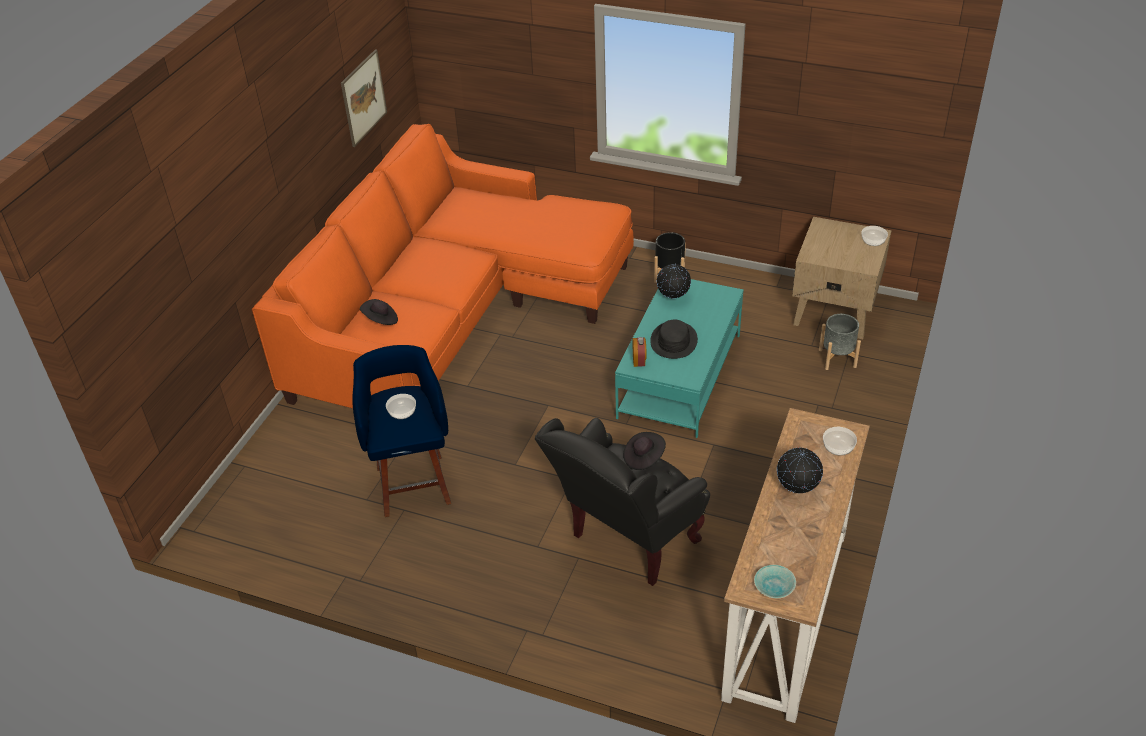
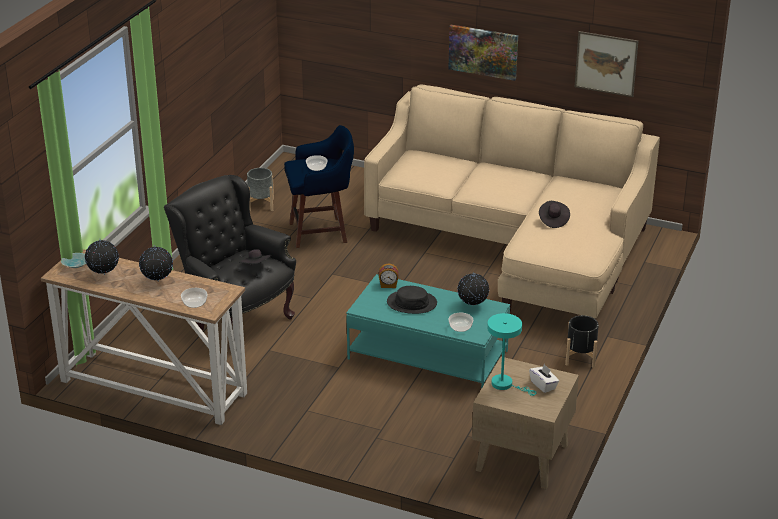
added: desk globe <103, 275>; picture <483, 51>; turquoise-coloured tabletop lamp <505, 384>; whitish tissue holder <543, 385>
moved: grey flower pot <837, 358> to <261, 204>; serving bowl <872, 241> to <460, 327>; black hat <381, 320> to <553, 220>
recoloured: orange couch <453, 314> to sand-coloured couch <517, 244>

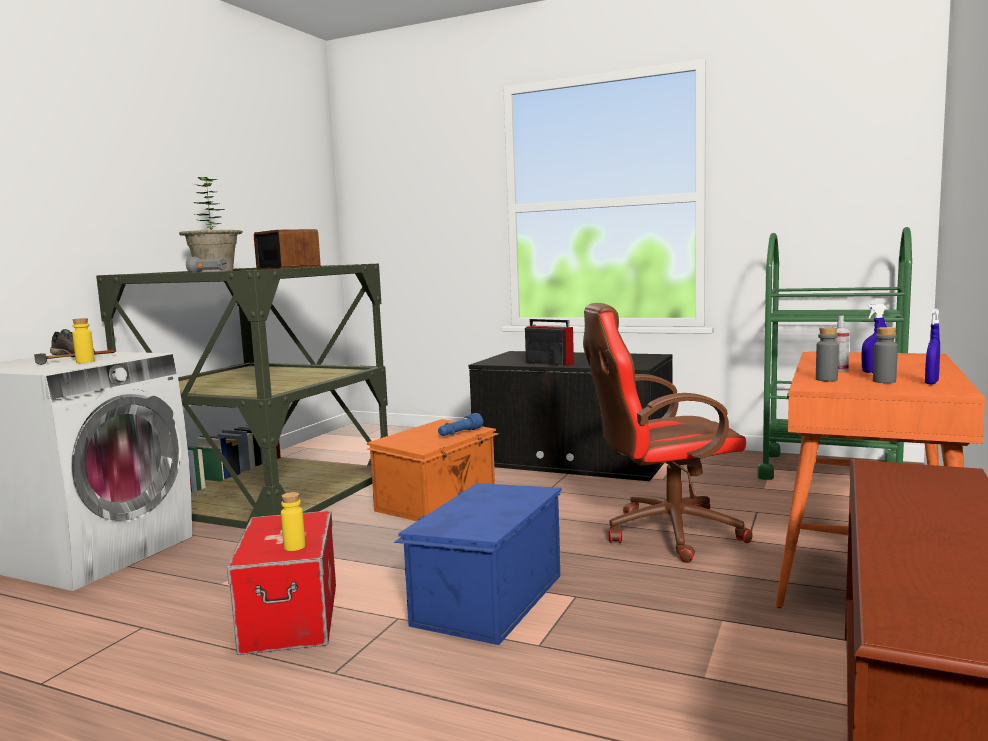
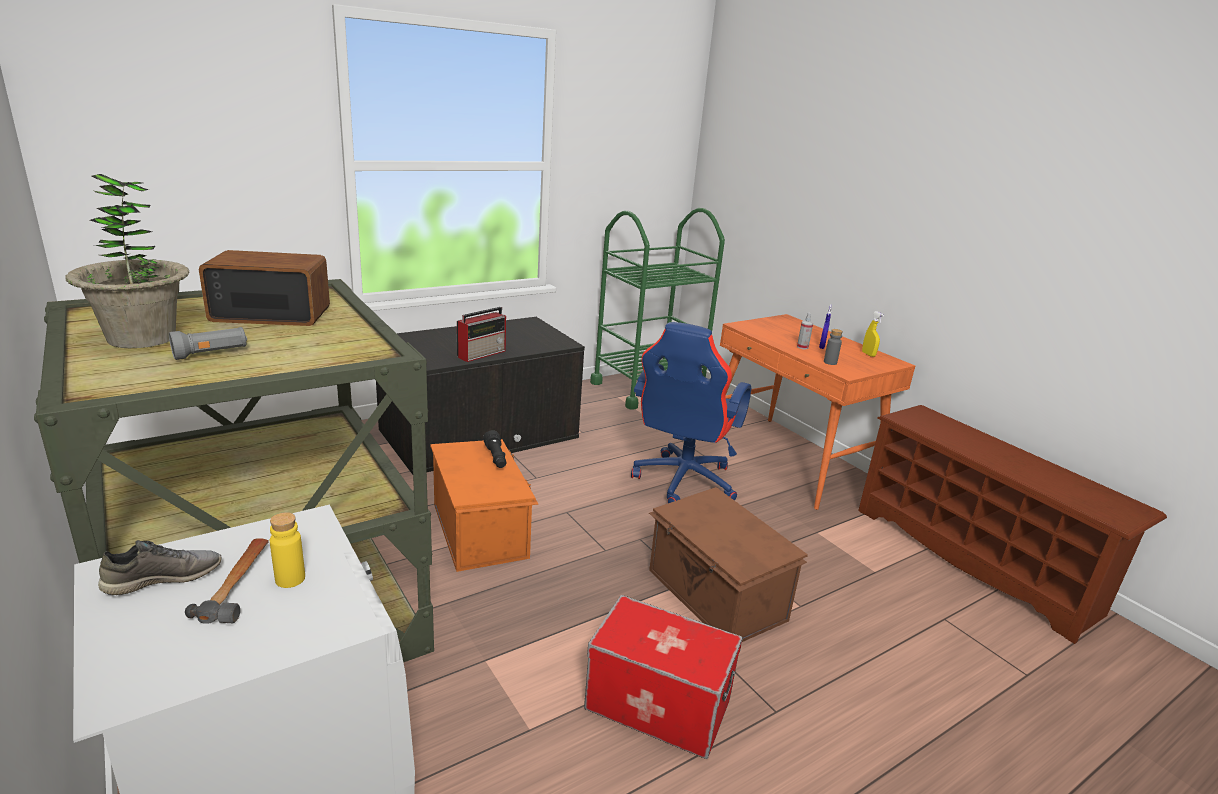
removed: yellow-coloured bottle <294, 547>; grey bottle <884, 381>
recoloured: blue flashlight <459, 433> to black flashlight <496, 457>; brownish office chair <662, 535> to blue office chair <681, 485>; blue storage box <486, 599> to brownish storage box <715, 596>; blue hand sprayer <931, 383> to yellow-coloured hand sprayer <868, 354>
turned: radio set <548, 363> = <482, 354> 150 degrees clockwise

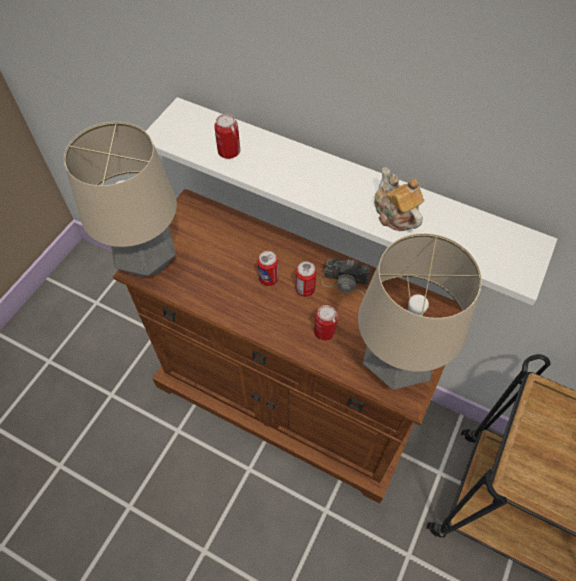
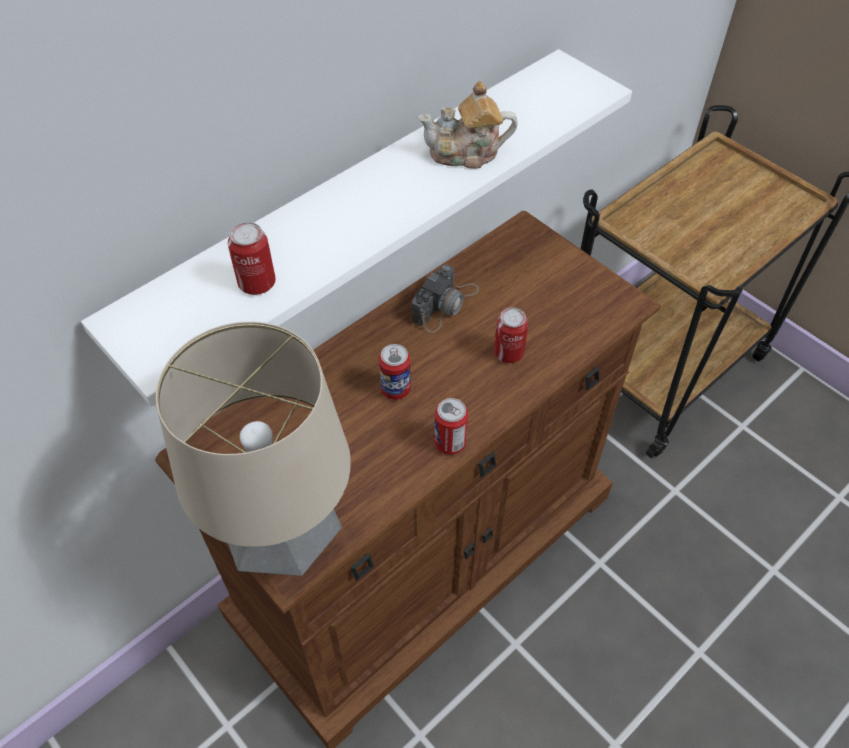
removed: tabletop lamp <395, 367>
moved: metal can <305, 289> to <450, 443>

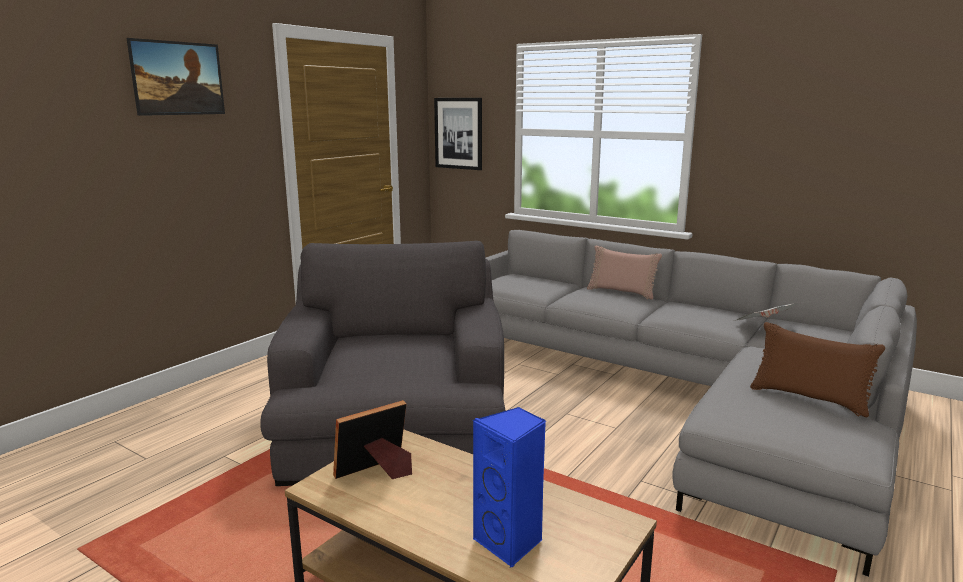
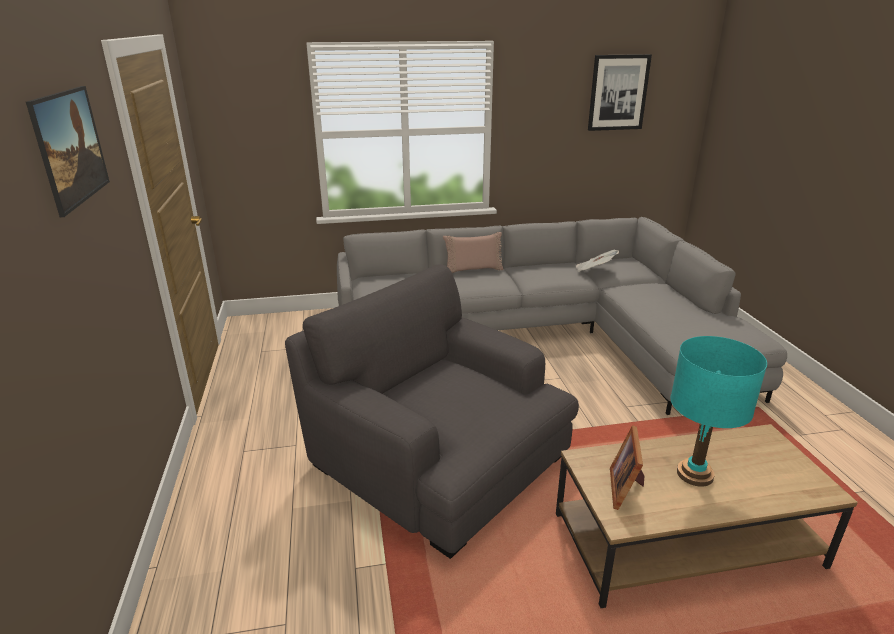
removed: blue speaker <510, 543>; brownish throw pillow <809, 399>
added: turquoise-coloured tabletop lamp <695, 474>
moved: picture <459, 133> to <618, 92>

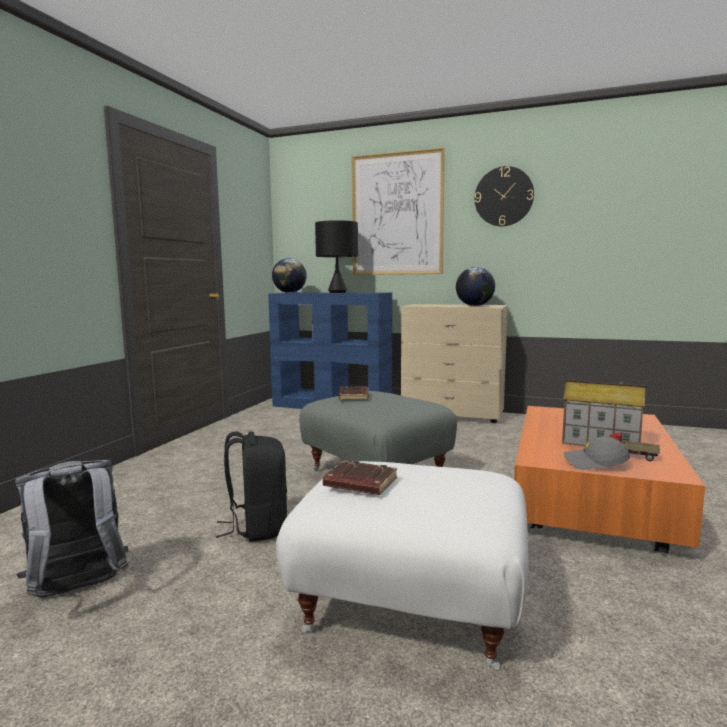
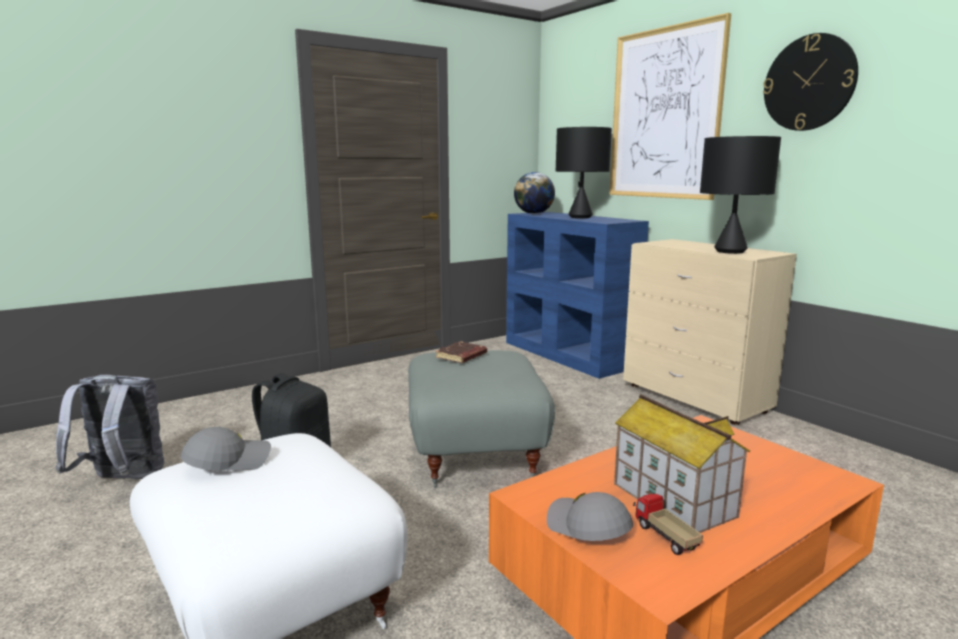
replaced: brownish book <359, 483> to grey cap <228, 461>; desk globe <474, 305> to black tabletop lamp <730, 252>

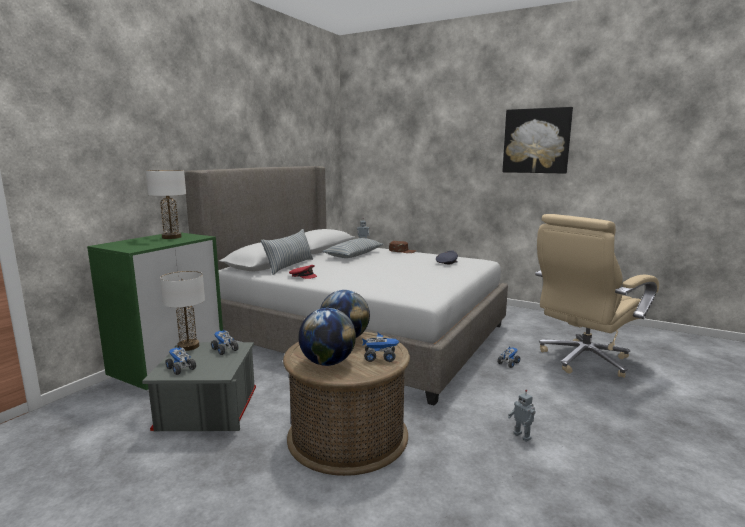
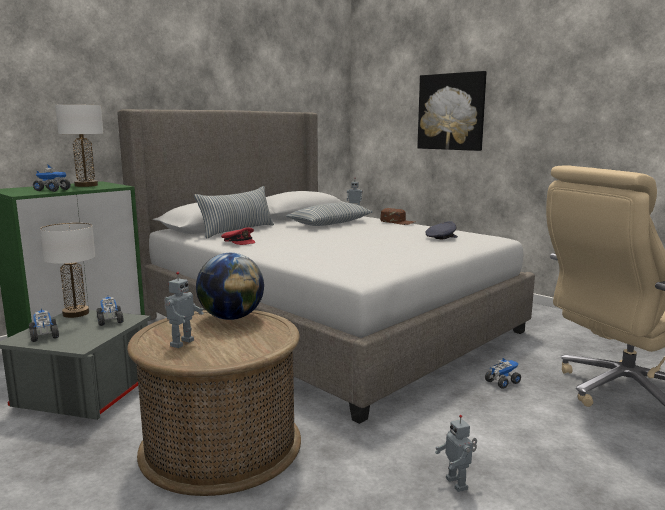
moved: toy lorry <380, 357> to <53, 190>; picture <536, 141> to <451, 112>
replaced: desk globe <327, 362> to model robot <181, 343>

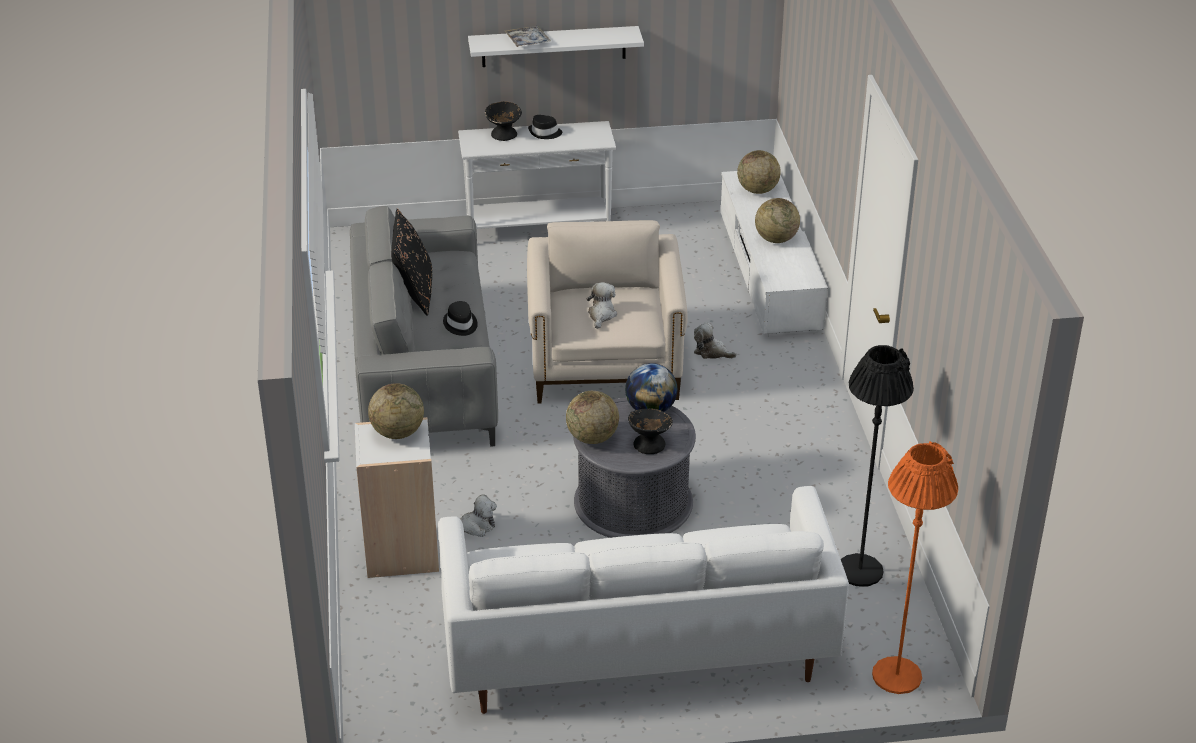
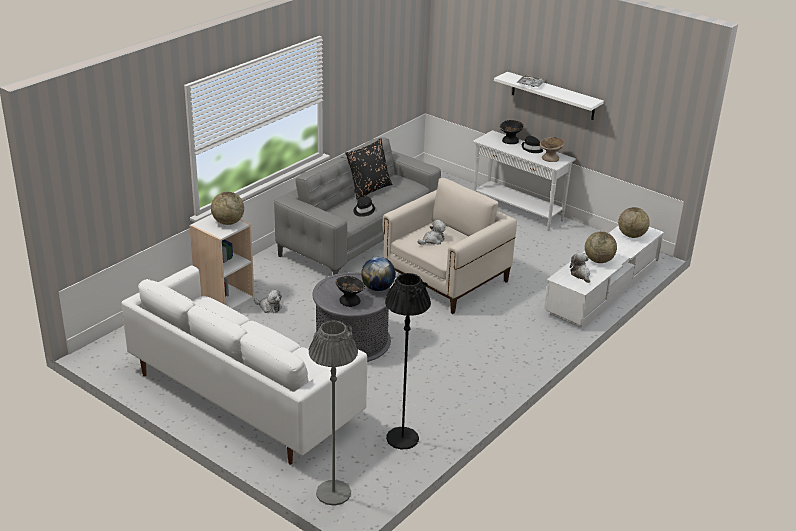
removed: desk globe <592, 438>
added: sand-coloured serving bowl <550, 158>
moved: soft toy <711, 352> to <580, 274>
recoloured: orange floor lamp <896, 676> to grey floor lamp <333, 493>

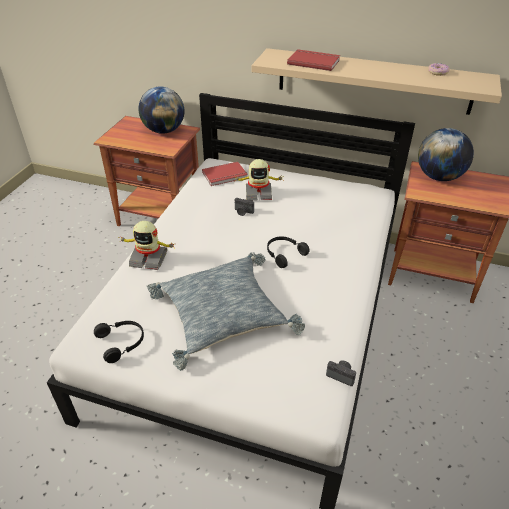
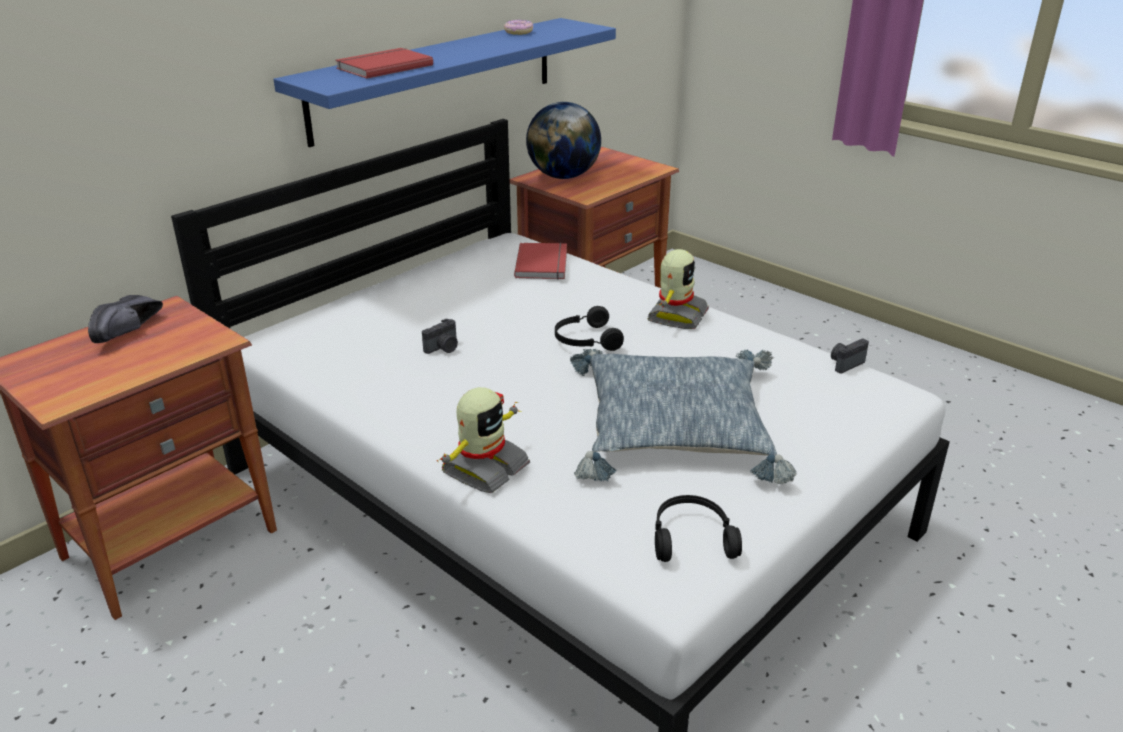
moved: red-coloured book <225, 176> to <544, 263>; model robot <258, 193> to <676, 316>
replaced: desk globe <164, 131> to black item of footwear <131, 331>
recoloured: sand-coloured bracket shelf <373, 81> to blue bracket shelf <436, 78>

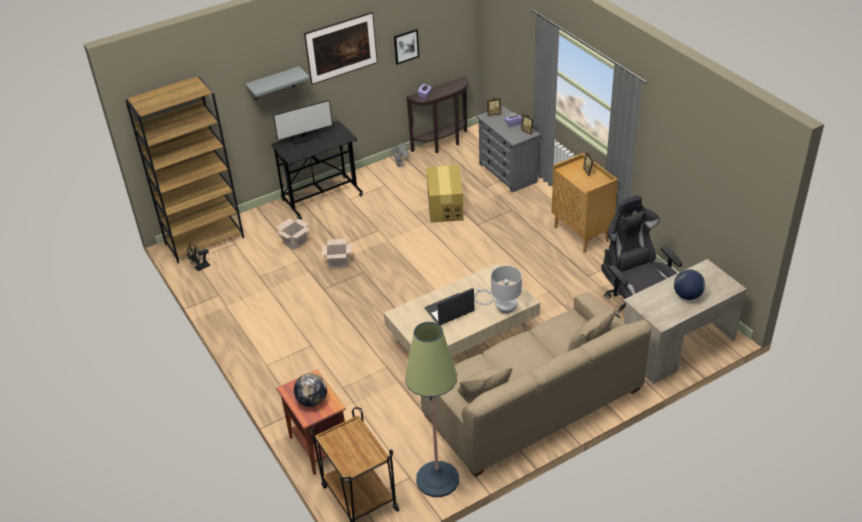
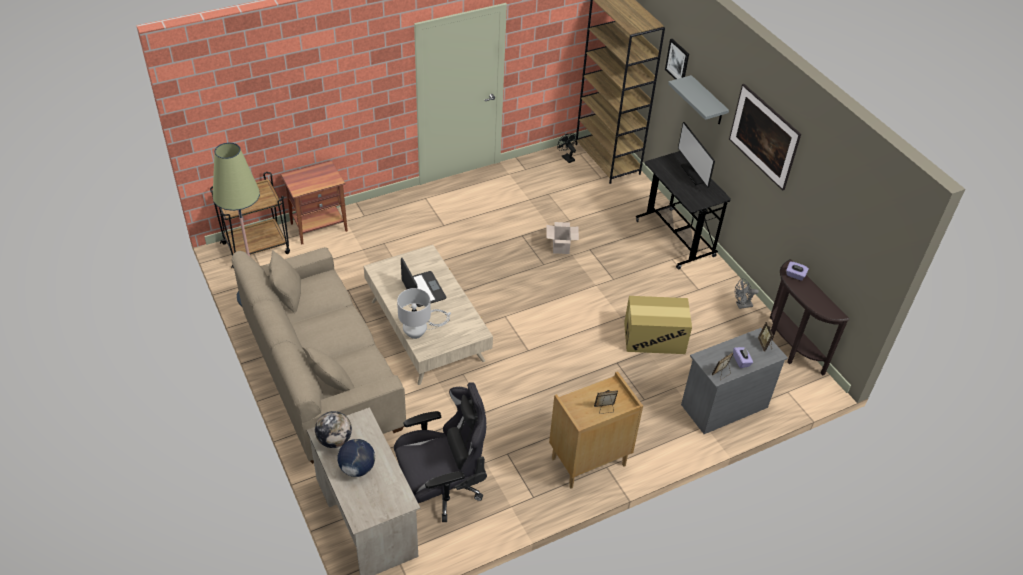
removed: carton <295, 242>
moved: desk globe <312, 401> to <334, 440>; picture <406, 46> to <677, 61>

